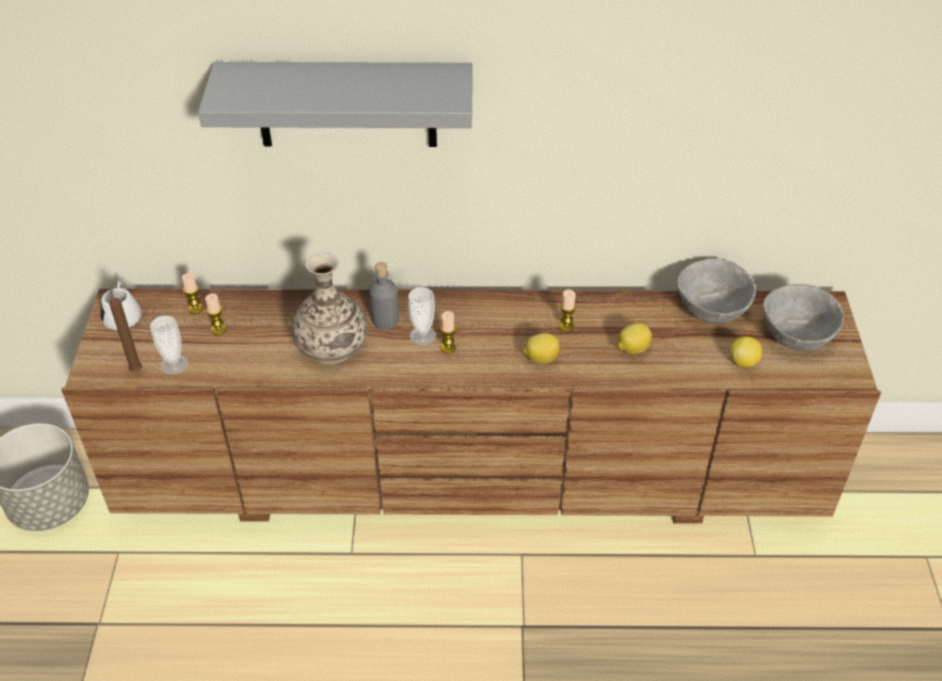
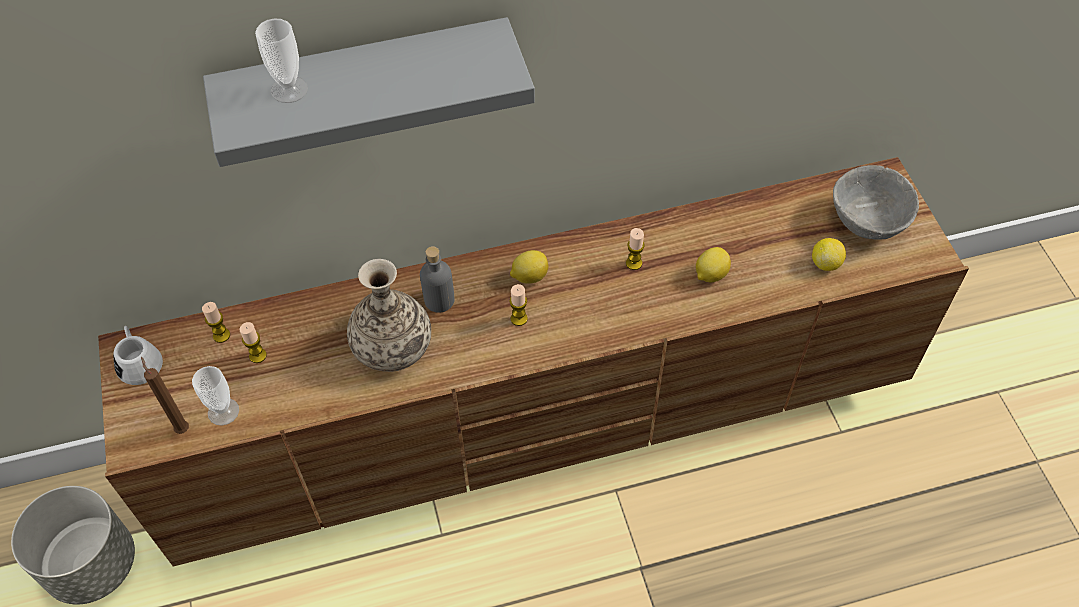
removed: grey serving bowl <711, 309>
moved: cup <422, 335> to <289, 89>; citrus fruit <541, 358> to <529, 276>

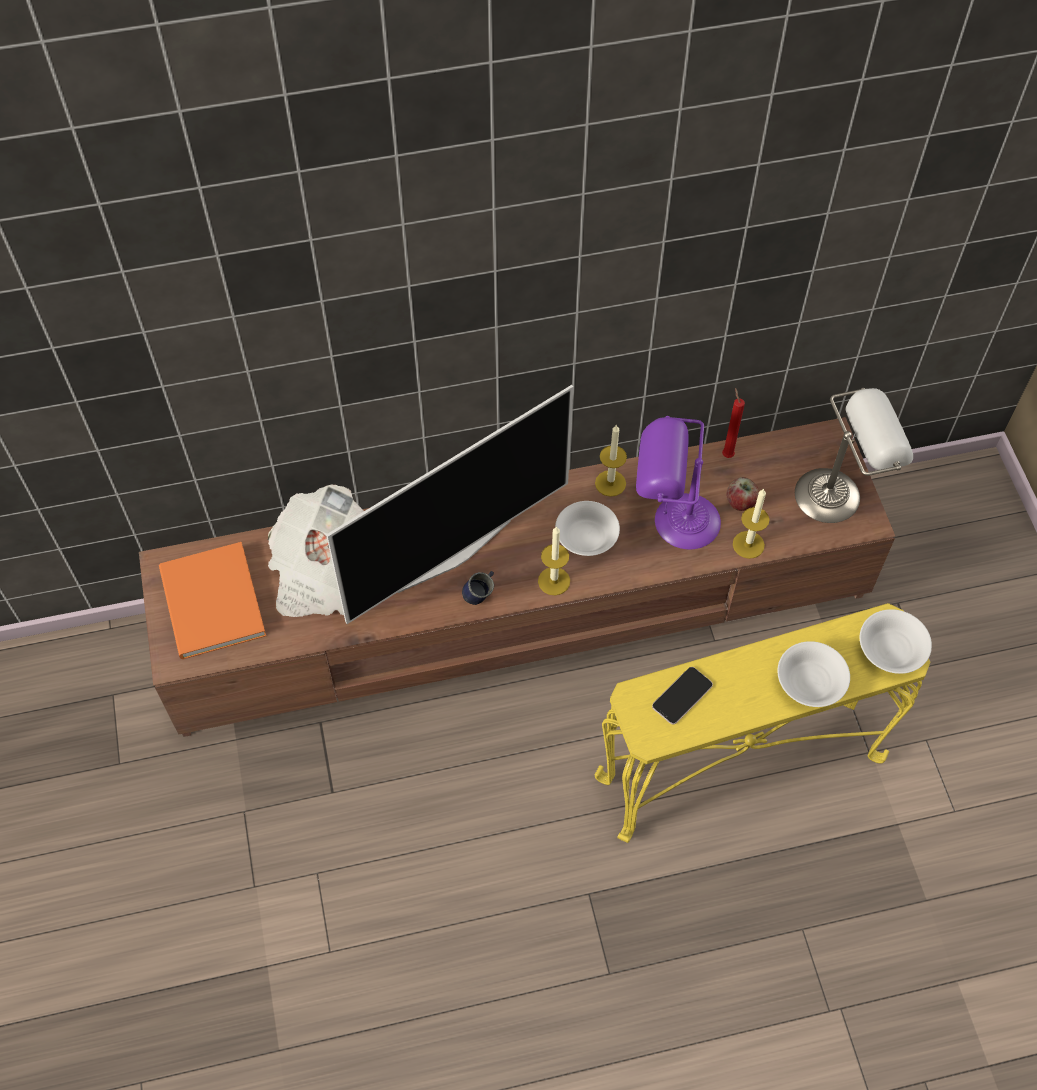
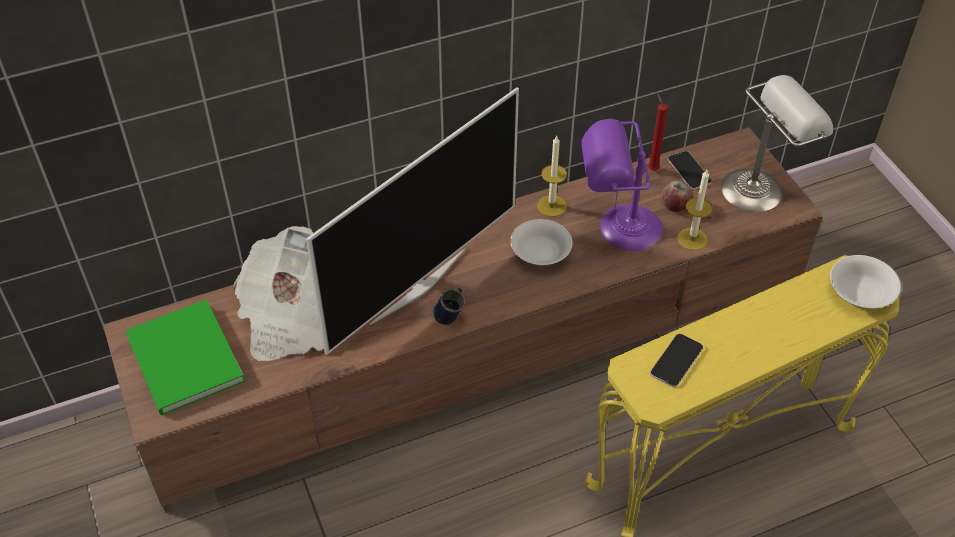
removed: candle <554, 581>; whitish serving bowl <809, 681>
added: phone <689, 171>
recoloured: orange book <210, 606> to green-coloured book <183, 362>

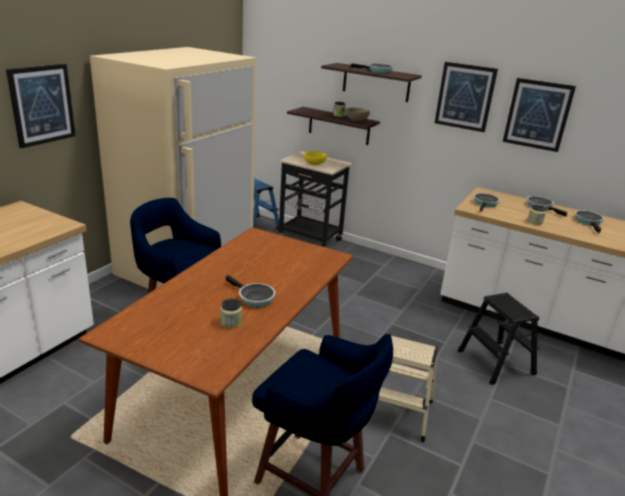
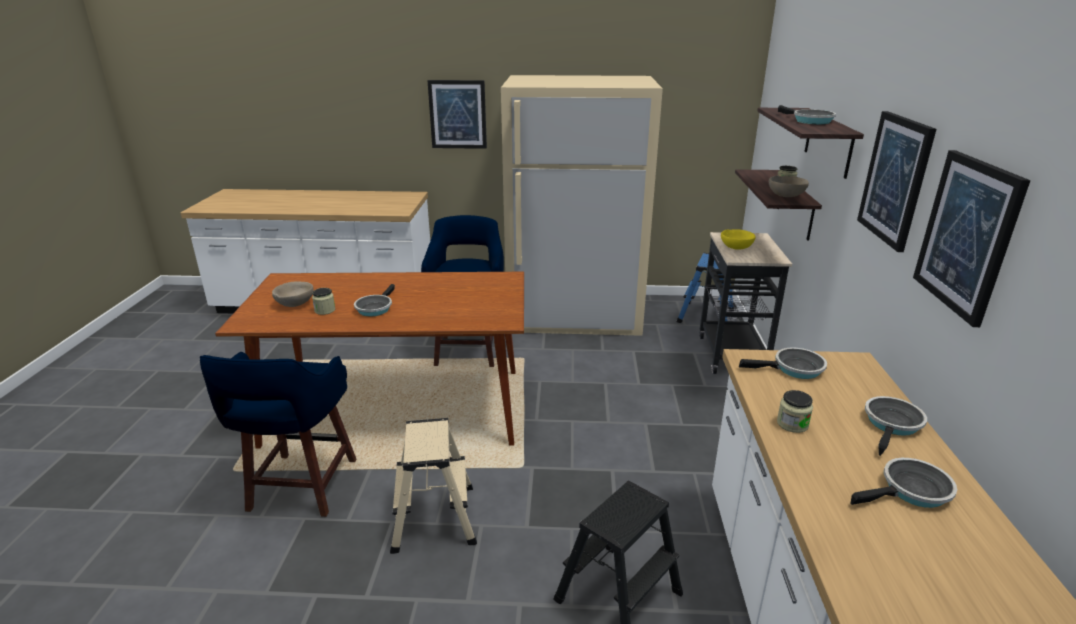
added: sand-coloured serving bowl <295, 303>

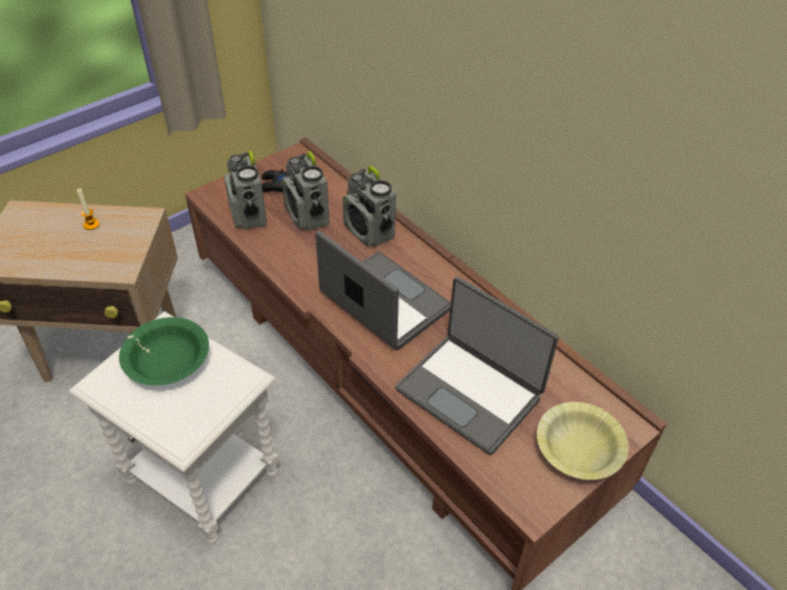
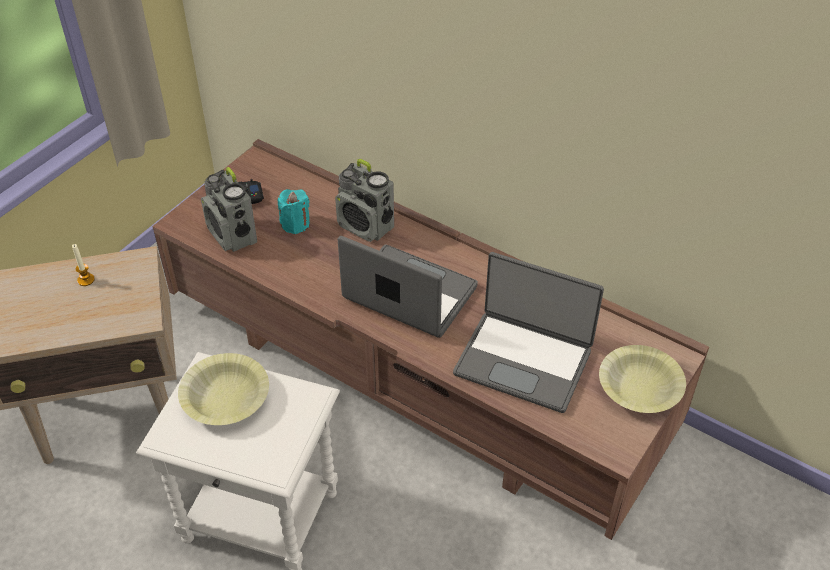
replaced: radio set <307, 216> to turquoise-coloured candle <295, 224>
recoloured: green-coloured serving bowl <167, 360> to yellow-coloured serving bowl <225, 398>

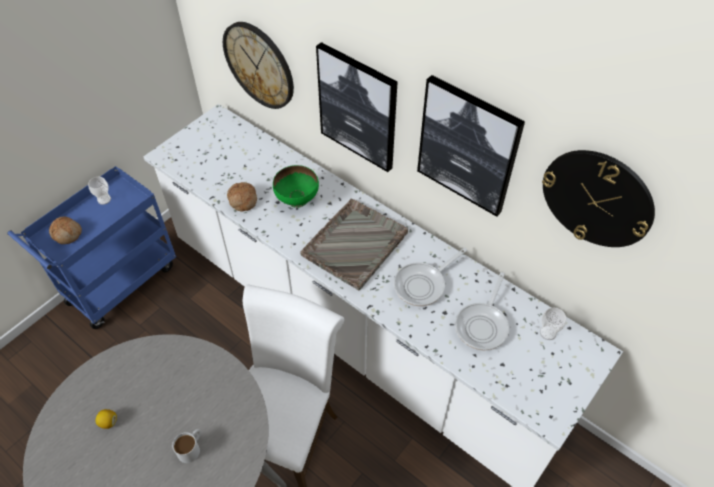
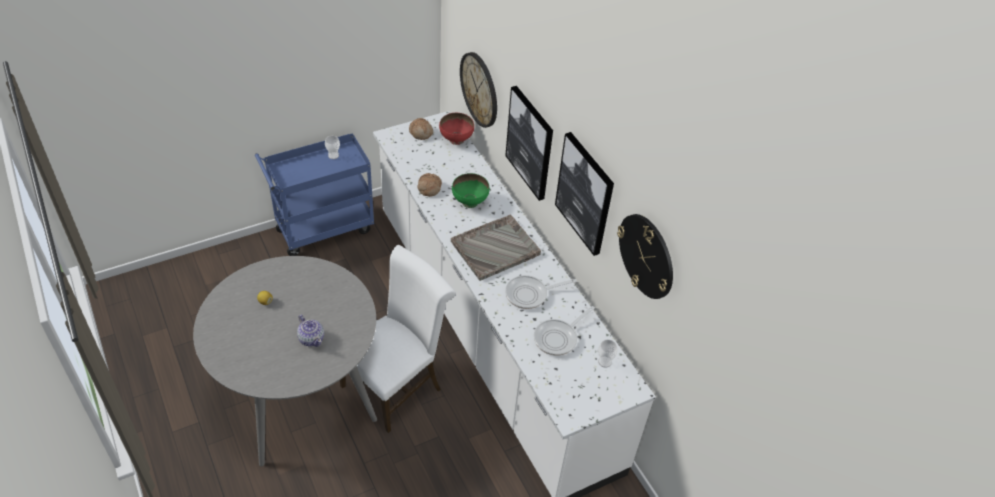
added: red-coloured serving bowl <456, 139>
moved: bread <67, 233> to <421, 132>
replaced: whitish coffee mug <191, 447> to teapot <311, 338>

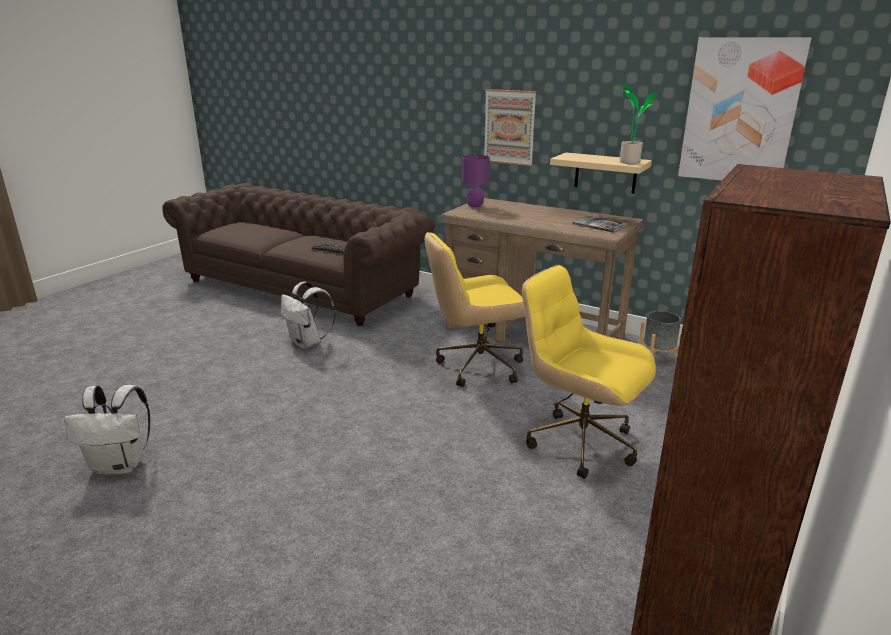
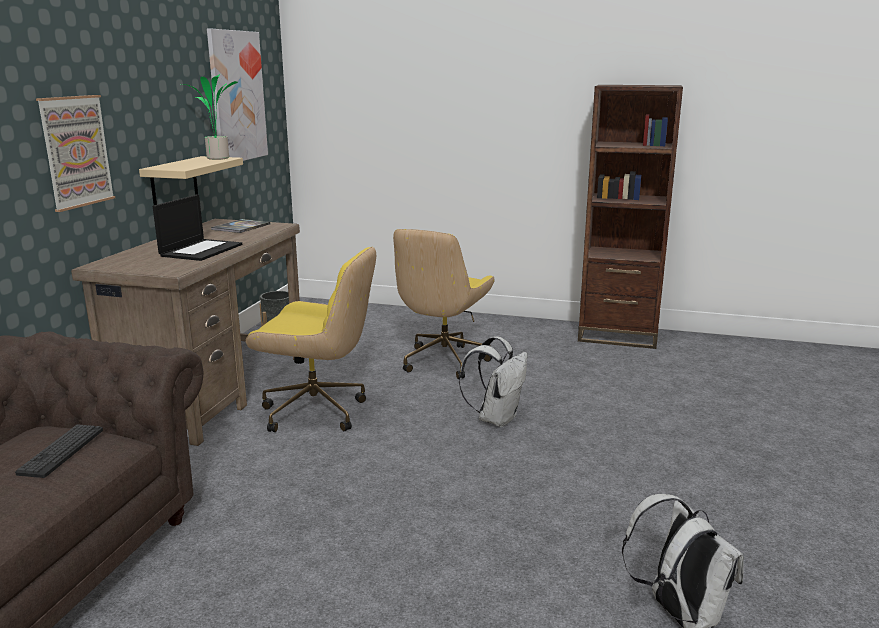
removed: purple-coloured tabletop lamp <475, 206>
added: portable computer <201, 250>
moved: whitish knapsack <308, 343> to <496, 418>
turned: yellow-coloured office chair <477, 368> = <318, 413> 45 degrees counterclockwise

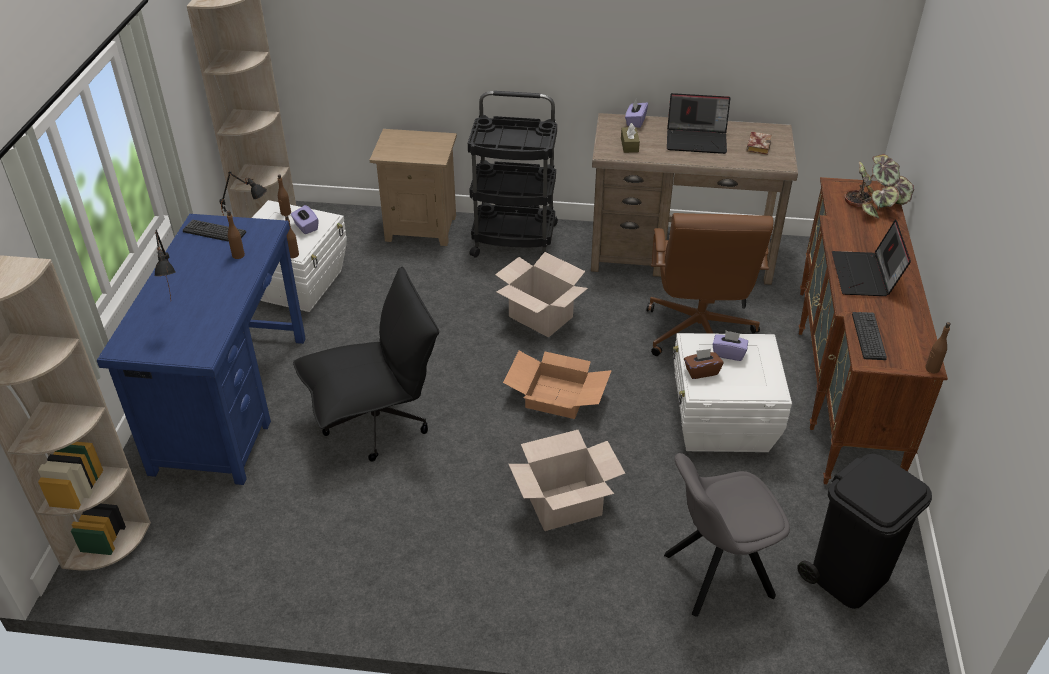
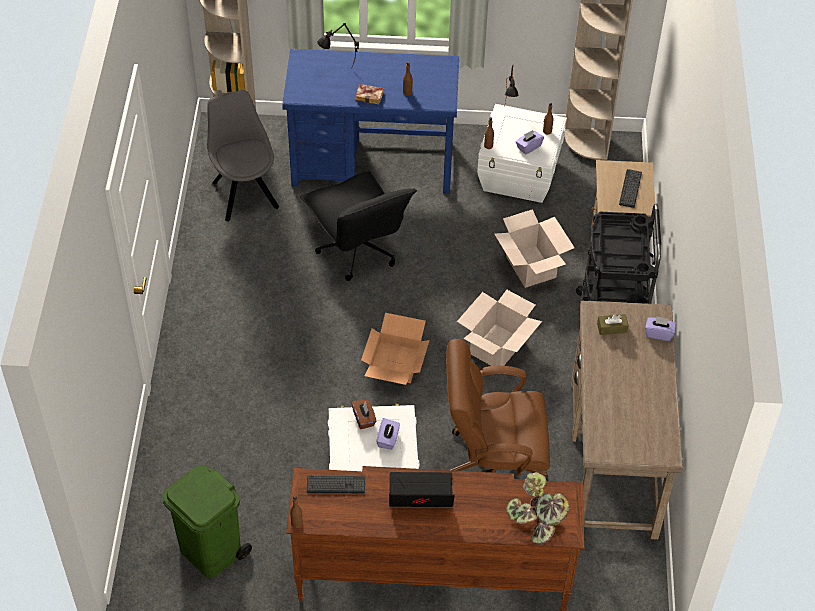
removed: portable computer <697, 140>
moved: grey plain chair <717, 574> to <244, 194>; book <757, 145> to <370, 96>; carton <564, 506> to <530, 267>; keyboard <214, 232> to <630, 188>
recoloured: black trash can <849, 575> to green-coloured trash can <211, 551>

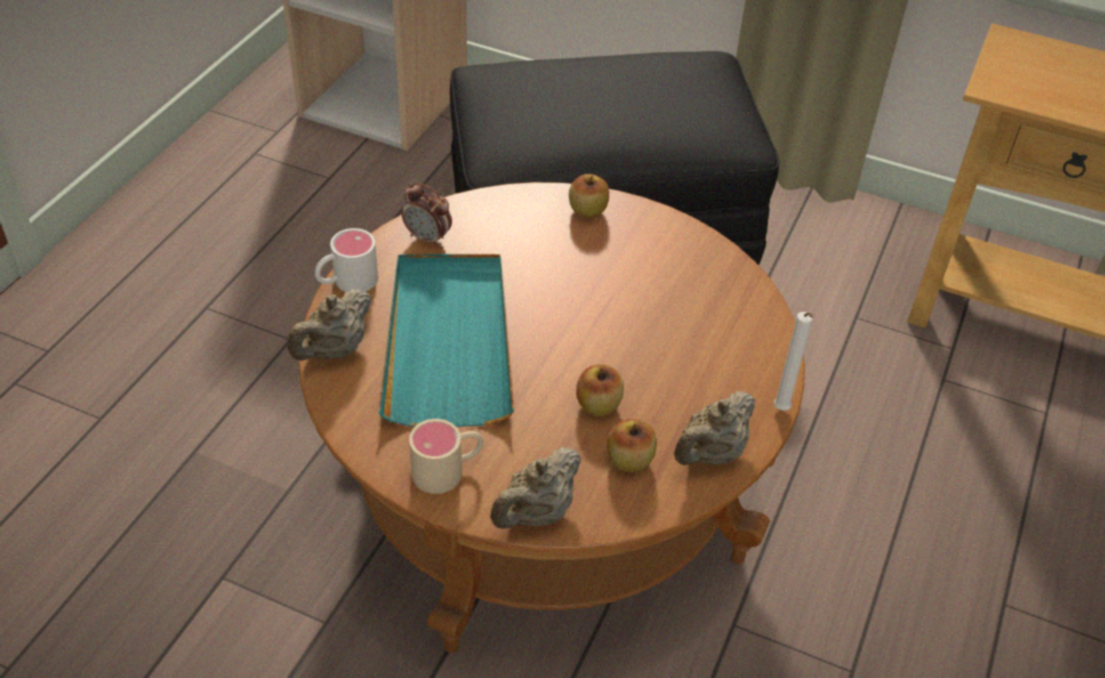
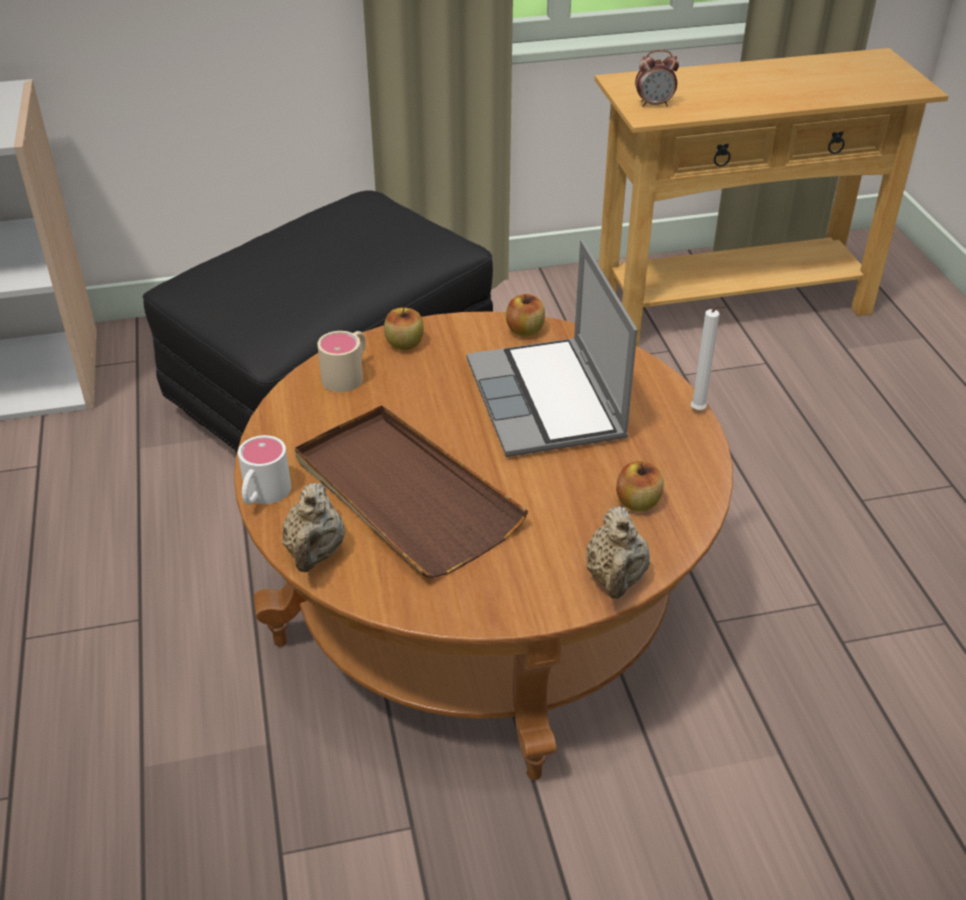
removed: sand-coloured teapot <711, 453>
added: portable computer <548, 401>
moved: sand-coloured coffee mug <448, 470> to <348, 374>; apple fruit <598, 405> to <525, 330>; bedside clock <428, 238> to <654, 104>
recoloured: turquoise-coloured serving tray <448, 341> to brownish serving tray <404, 495>

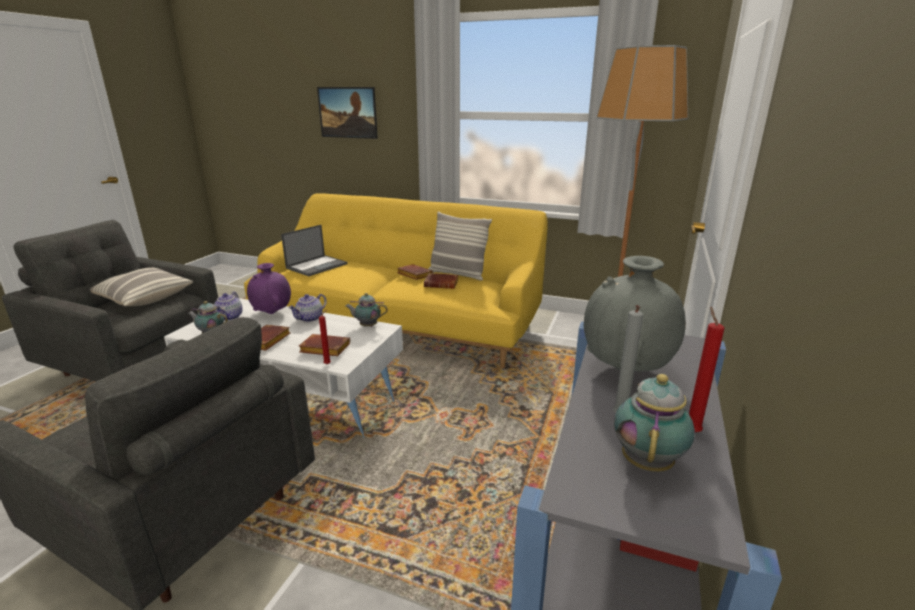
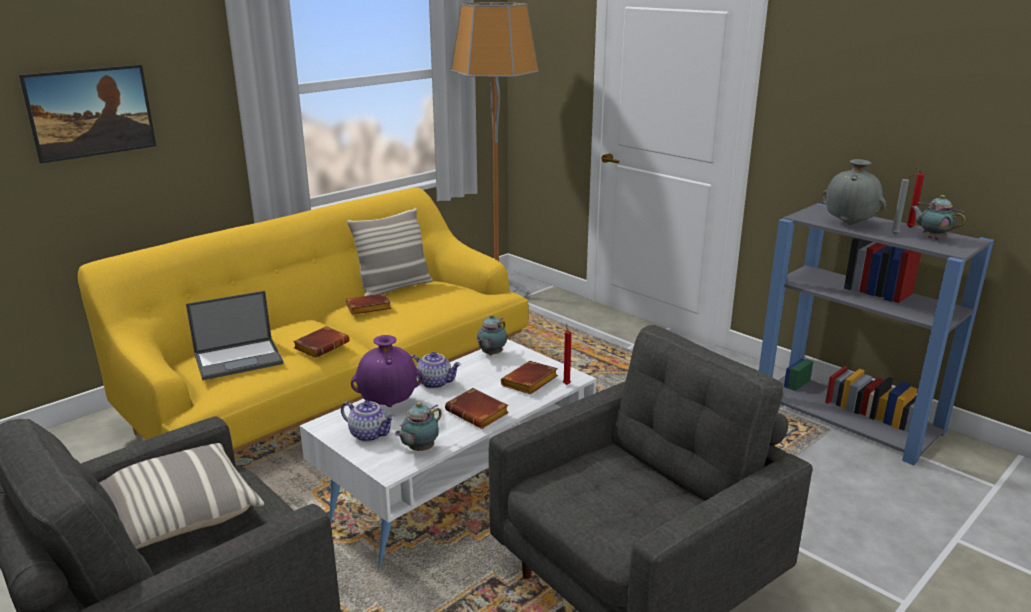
moved: brownish book <442, 284> to <321, 346>
turned: portable computer <317, 266> = <239, 359> 90 degrees clockwise; teapot <310, 318> = <435, 382> 45 degrees counterclockwise

